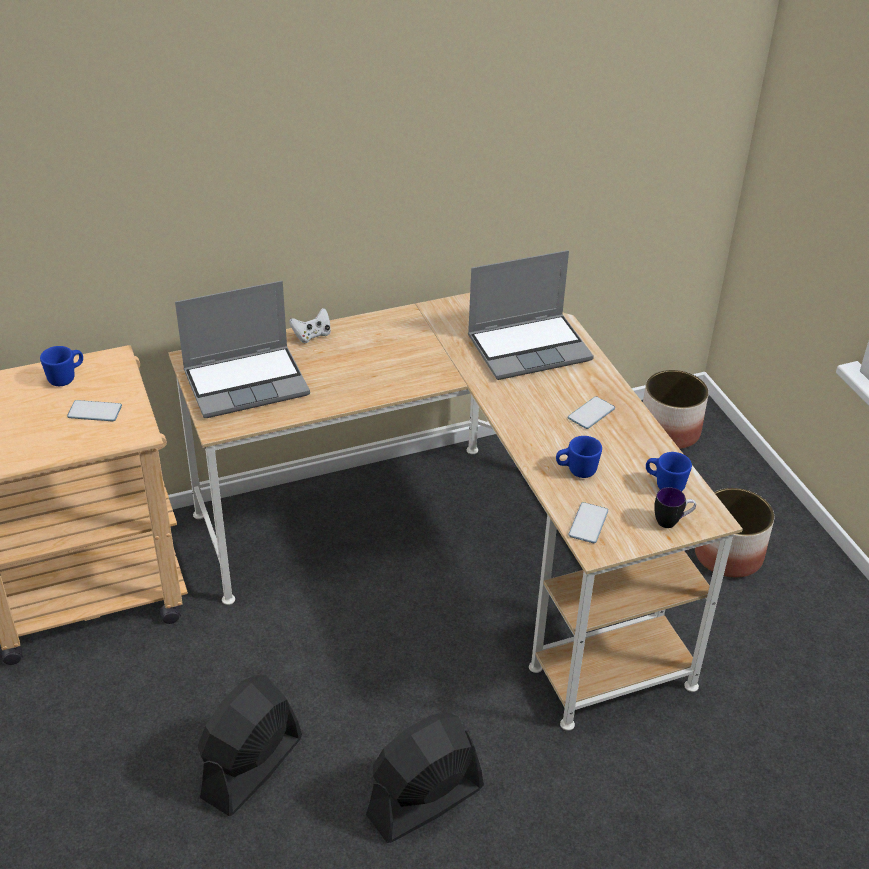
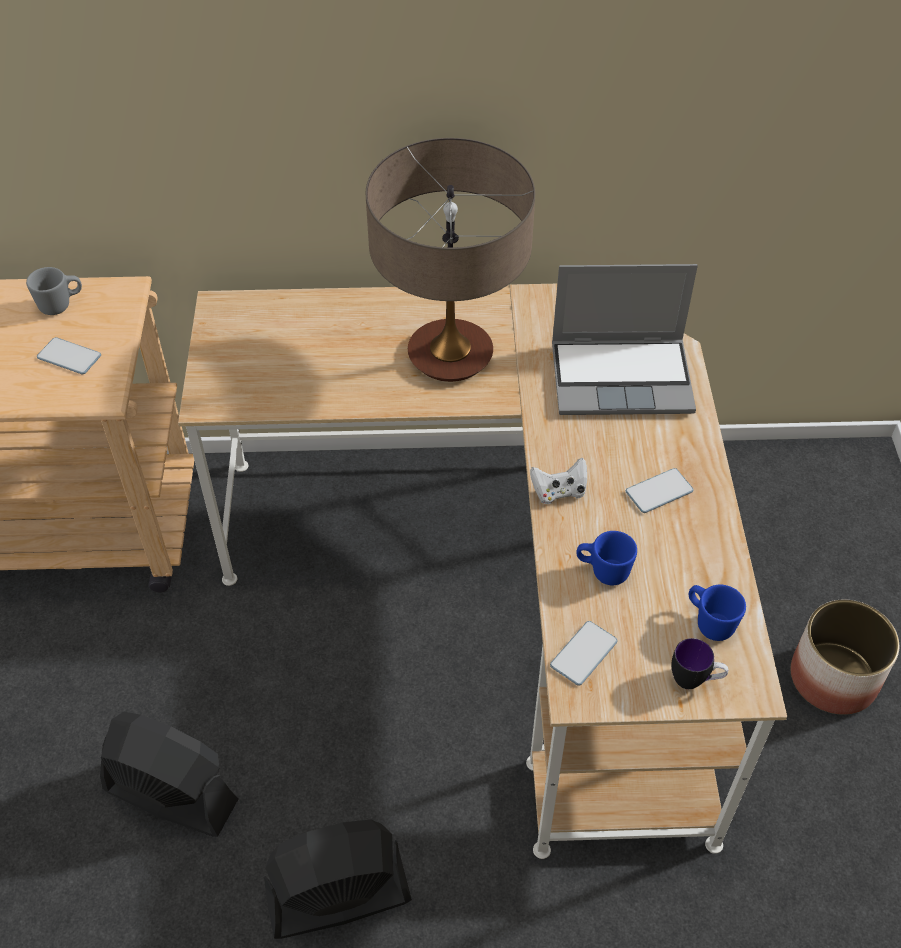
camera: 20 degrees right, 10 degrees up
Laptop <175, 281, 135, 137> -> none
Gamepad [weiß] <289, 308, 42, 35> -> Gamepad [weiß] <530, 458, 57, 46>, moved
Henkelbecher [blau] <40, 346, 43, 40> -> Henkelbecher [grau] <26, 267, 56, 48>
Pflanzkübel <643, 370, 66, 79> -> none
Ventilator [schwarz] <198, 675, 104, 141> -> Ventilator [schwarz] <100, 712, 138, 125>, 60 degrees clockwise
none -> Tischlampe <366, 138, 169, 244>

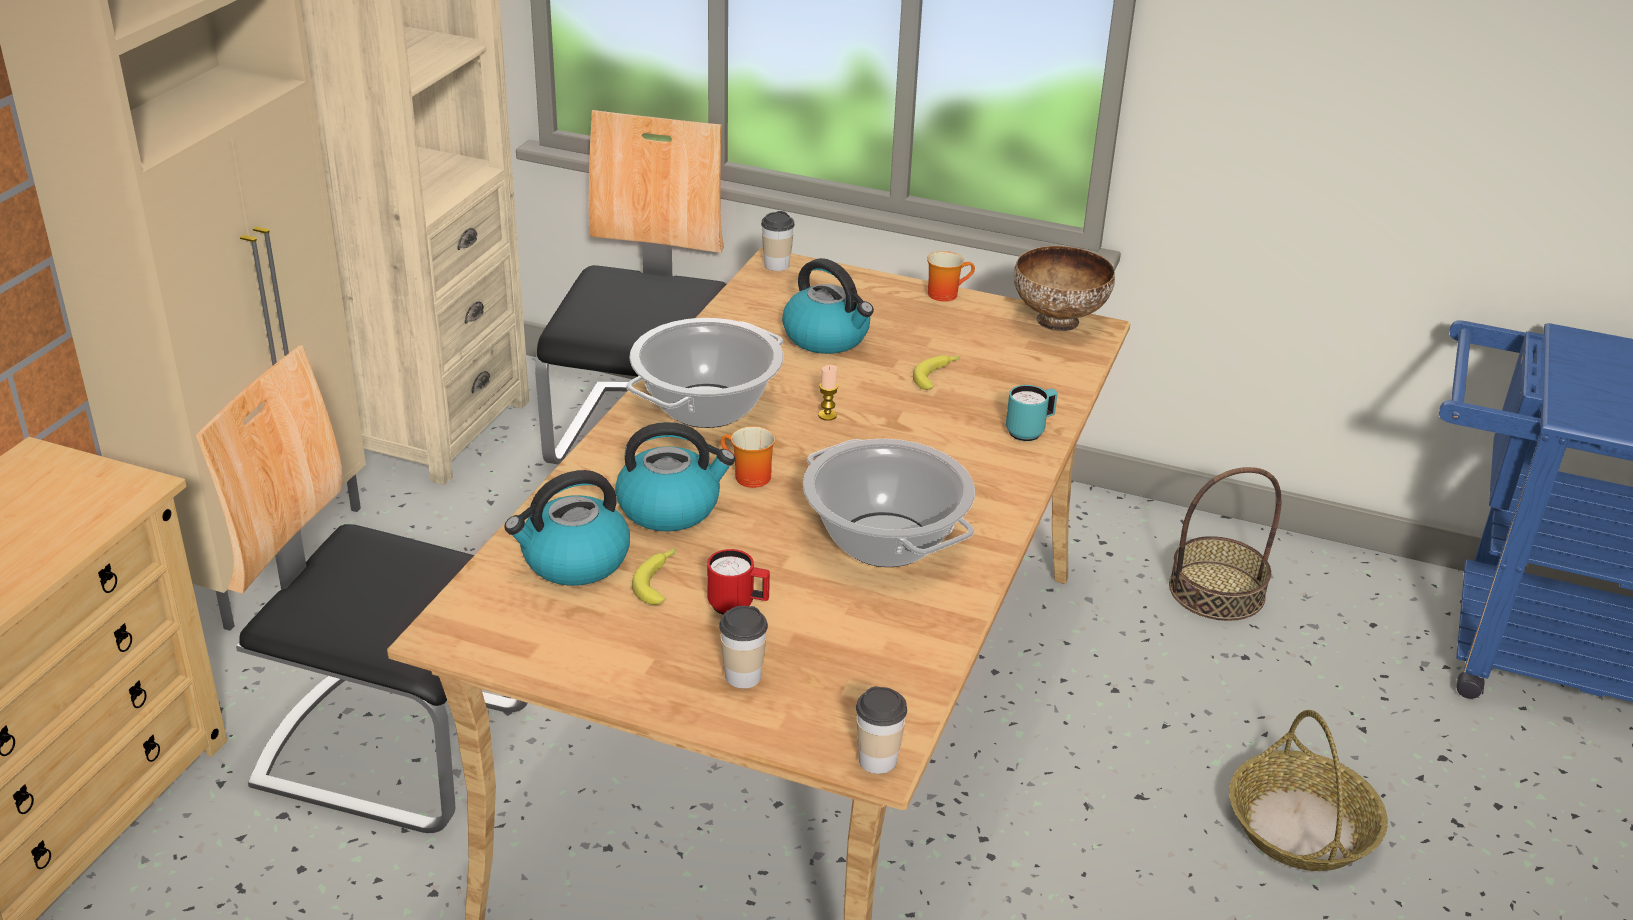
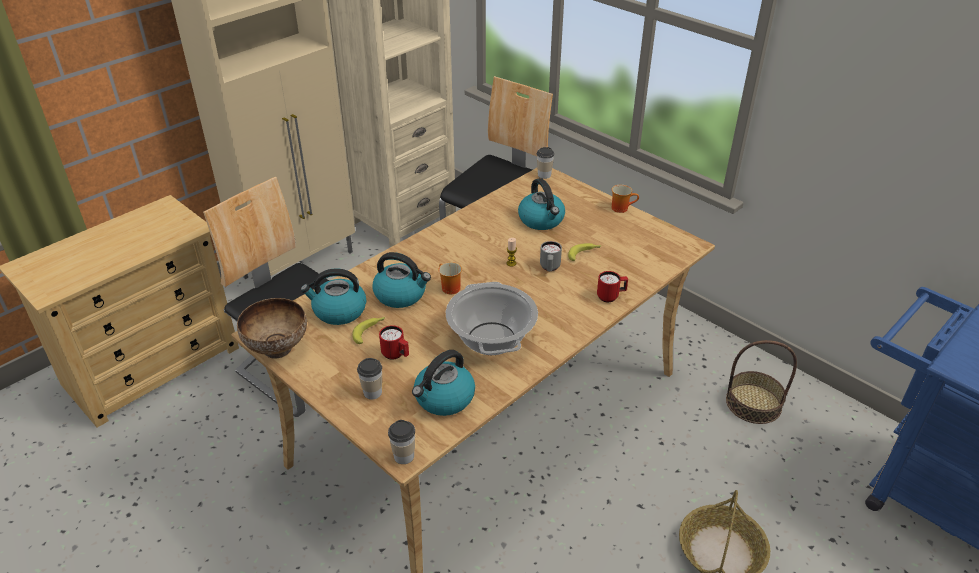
camera: 25 degrees right, 5 degrees up
Schüssel <1014, 246, 101, 85> -> Schüssel <237, 298, 70, 61>, moved
Kochtopf <626, 318, 157, 110> -> none
Henkelbecher [türkis] <1006, 385, 52, 56> -> Henkelbecher [rot] <597, 271, 31, 31>
none -> Henkelbecher [grau] <540, 241, 22, 30>
none -> Wasserkessel <412, 350, 63, 66>

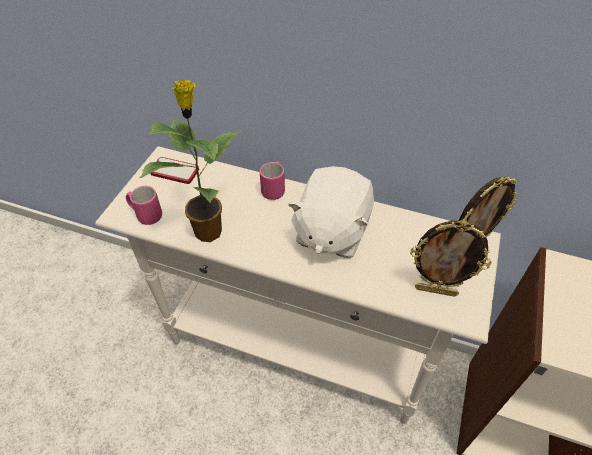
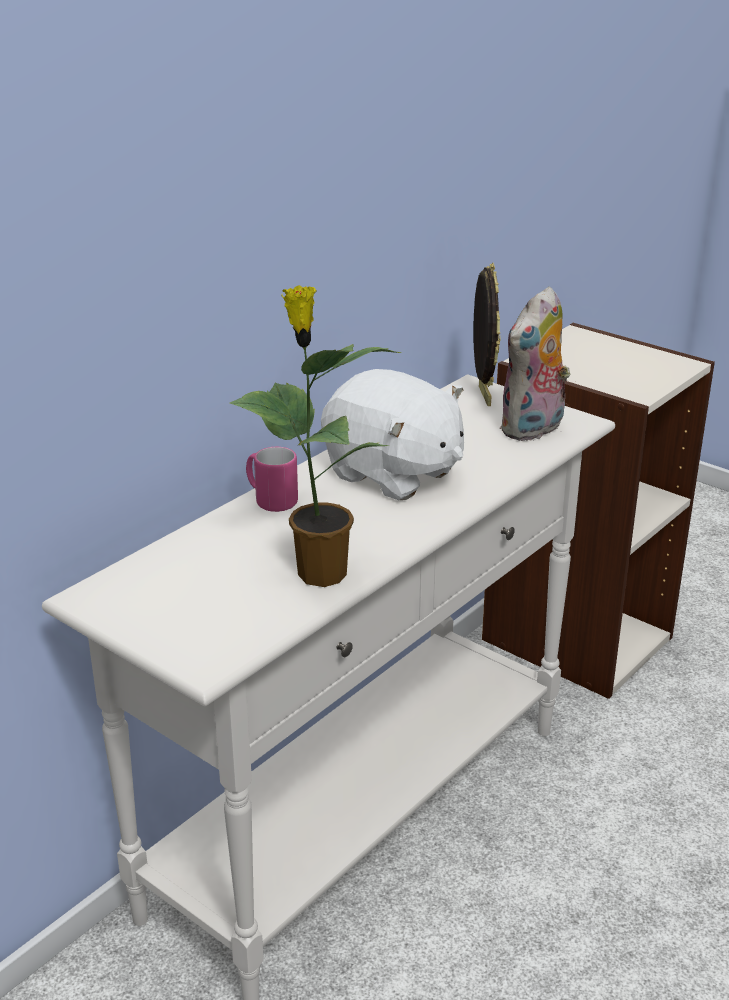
camera: 70 degrees left, 20 degrees down
Handy <150, 157, 49, 27> -> none
Henkelbecher [rosa] <126, 186, 36, 39> -> none
Bilderrahmen <410, 220, 82, 77> -> Plüschtier <499, 286, 71, 155>

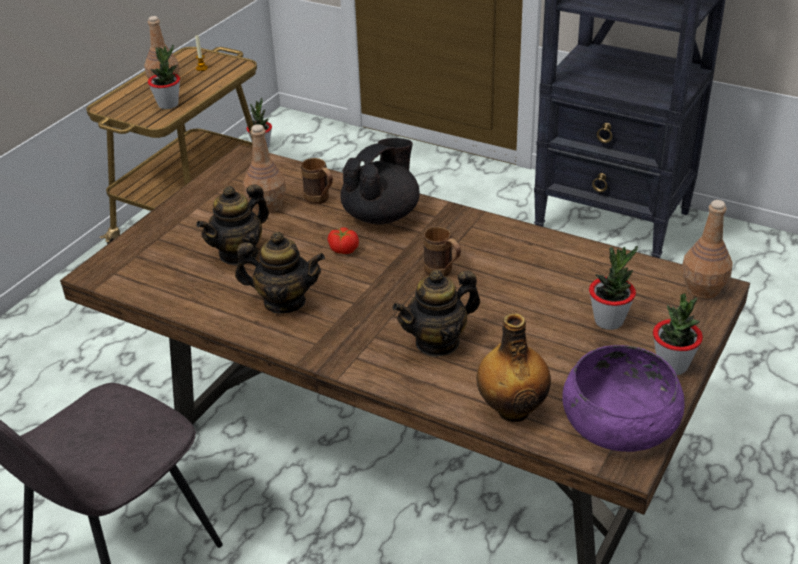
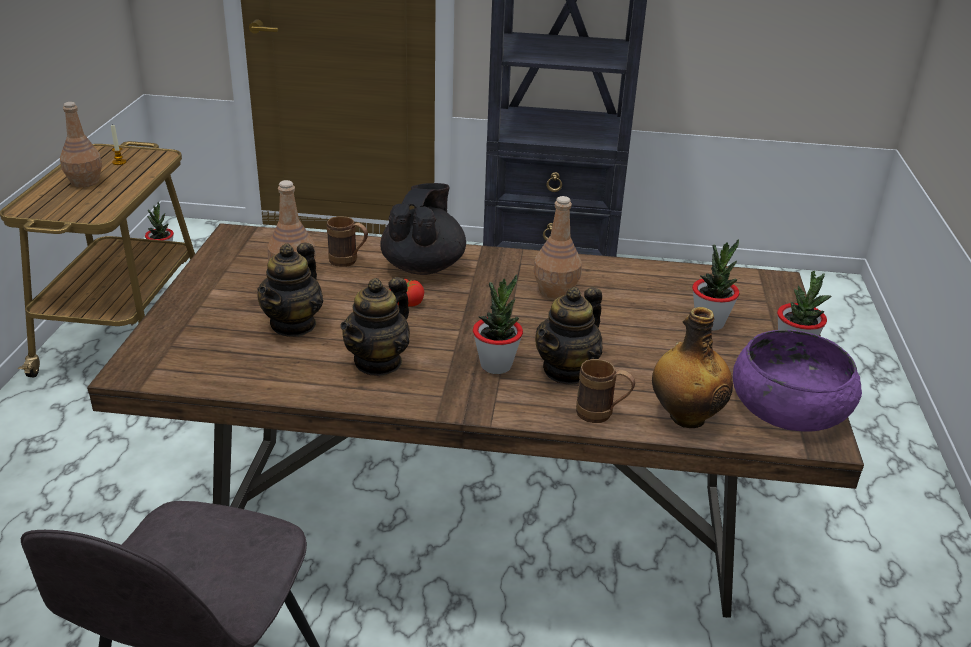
camera: 25 degrees left, 5 degrees down
Topfpflanze <148, 45, 32, 64> -> Topfpflanze <473, 275, 50, 99>, moved
Flasche [braun] <682, 200, 51, 99> -> Flasche [braun] <533, 196, 49, 103>, moved
Henkelbecher [braun] <423, 227, 38, 49> -> Henkelbecher [braun] <576, 359, 59, 64>, moved
Teekanne <235, 232, 90, 82> -> Teekanne <340, 277, 70, 99>, 135 degrees clockwise

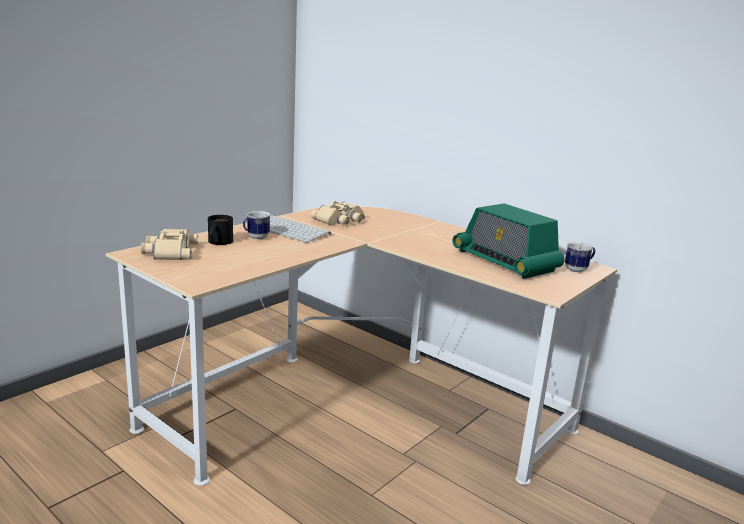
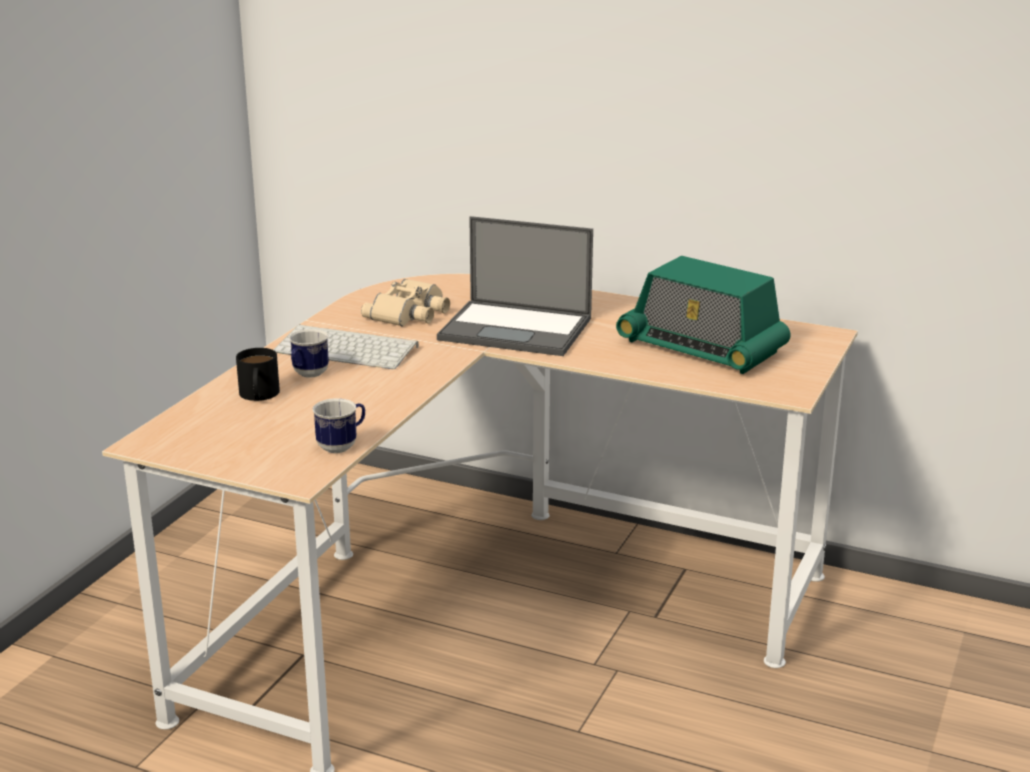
camera: 15 degrees left, 5 degrees up
Fernglas [beige] <141, 229, 58, 31> -> none
Henkelbecher <565, 242, 30, 31> -> Henkelbecher <313, 398, 52, 55>, moved
none -> Laptop <437, 216, 156, 140>

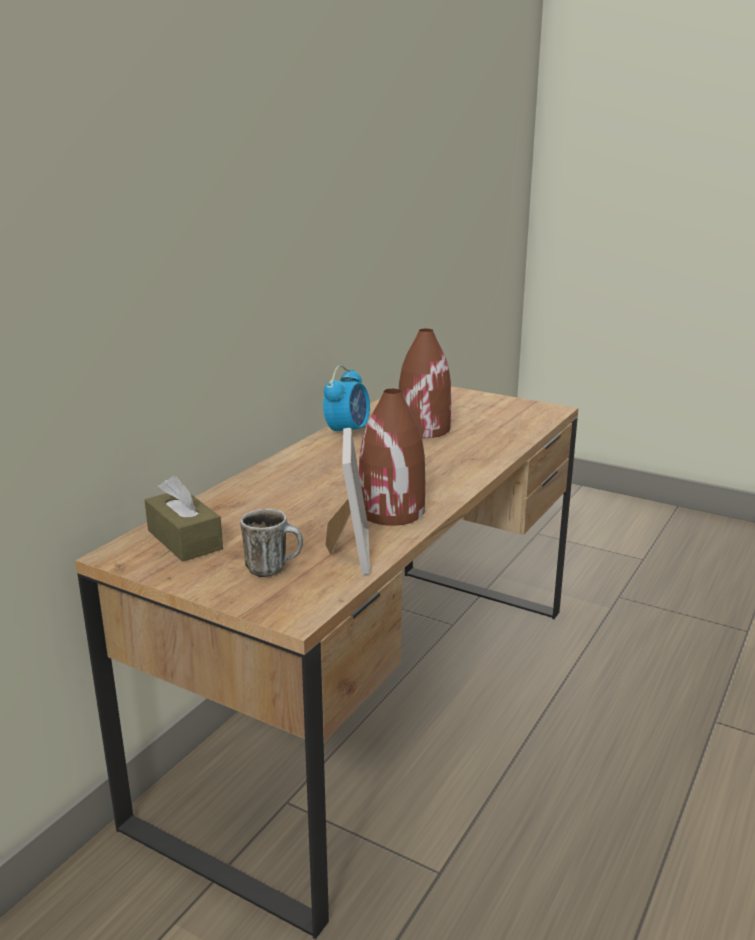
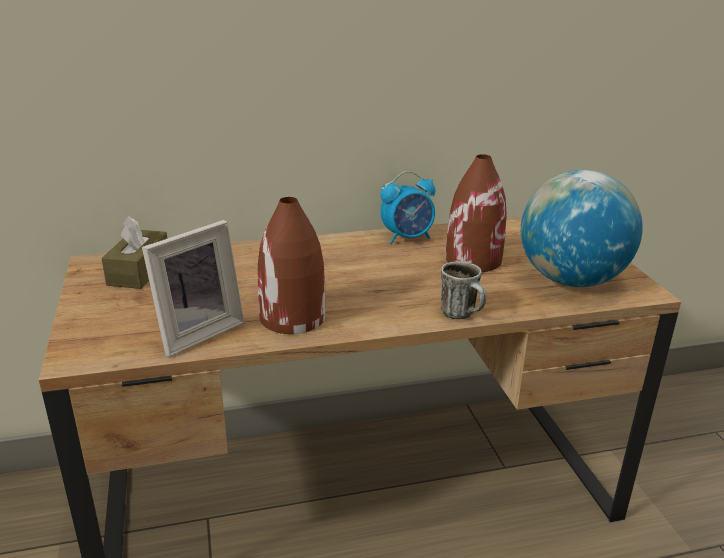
camera: 45 degrees right, 5 degrees up
Henkelbecher <240, 509, 63, 68> -> Henkelbecher <440, 261, 47, 58>, moved
none -> Globus <521, 170, 122, 117>

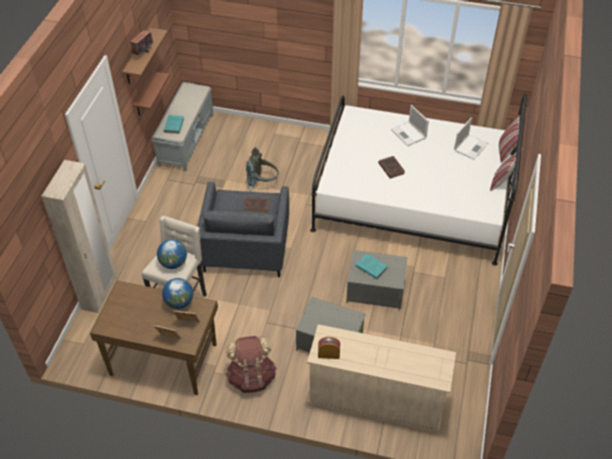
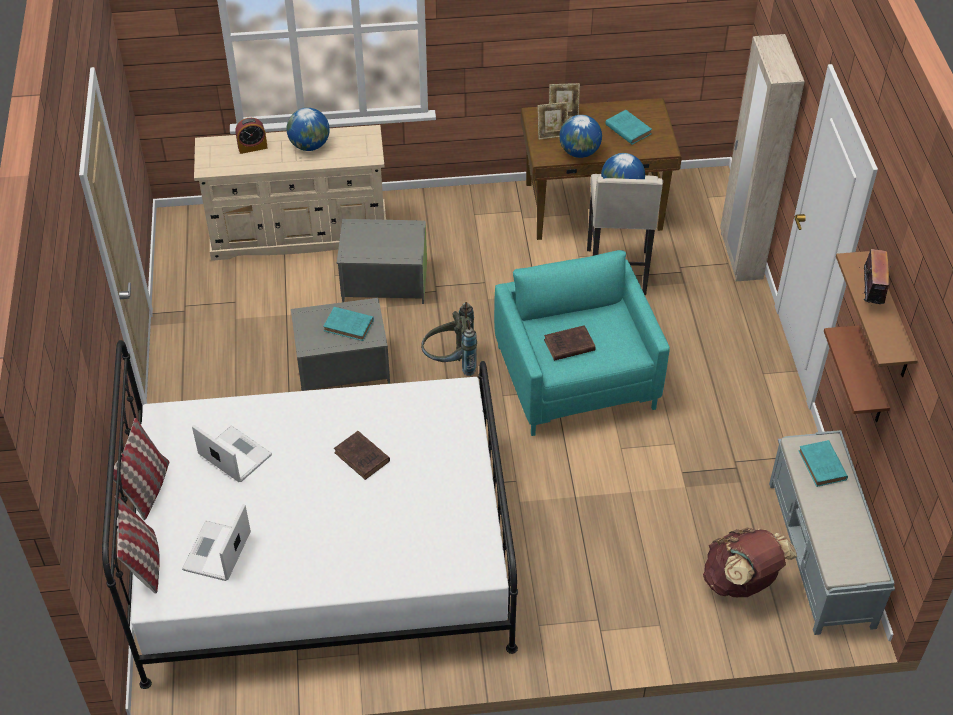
camera: 160 degrees right, 0 degrees up
Laptop <391, 105, 38, 41> -> Laptop <192, 425, 80, 57>, moved
Rucksack [grau] <246, 147, 33, 42> -> Rucksack [grau] <421, 302, 56, 74>, moved
Sessel [grau] <197, 182, 92, 95> -> Sessel [türkis] <494, 250, 176, 186>
Rucksack [braun] <225, 336, 51, 57> -> Rucksack [braun] <703, 528, 94, 69>, moved
Wecker <318, 337, 22, 22> -> Wecker <235, 118, 33, 36>, moved
none -> Globus <287, 108, 43, 43>
none -> Buch [türkis] <605, 110, 47, 35>

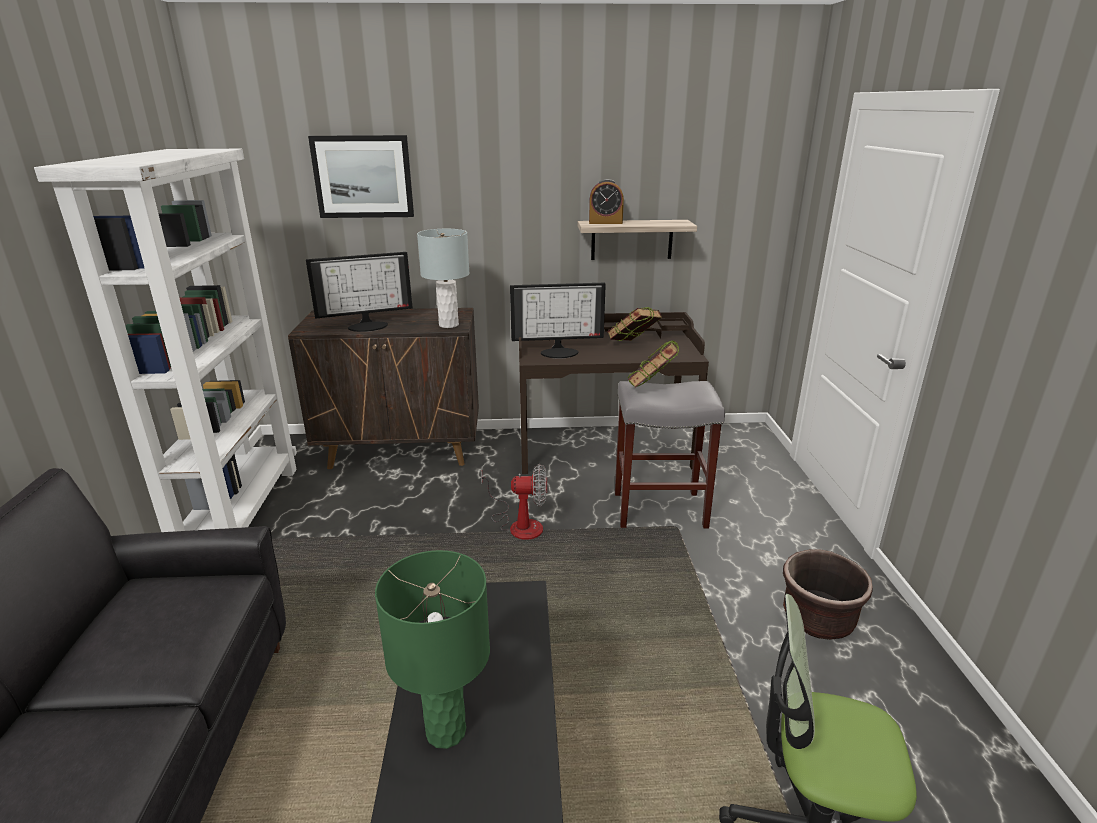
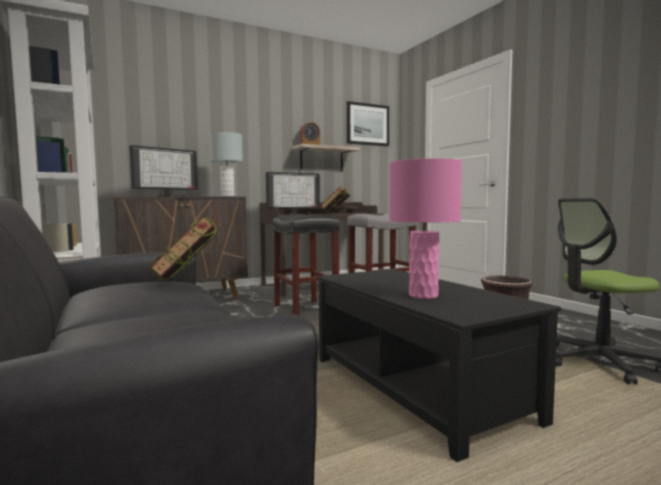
camera: 25 degrees left, 20 degrees down
Bild <308, 135, 106, 83> -> Bild <347, 101, 42, 45>, moved
Buch <627, 340, 52, 47> -> Buch <150, 216, 66, 65>, moved
Ventilator <481, 464, 66, 76> -> Hocker [schwarz] <272, 215, 68, 100>
Tischlampe [grün] <375, 550, 115, 199> -> Tischlampe [rosa] <389, 158, 73, 141>

